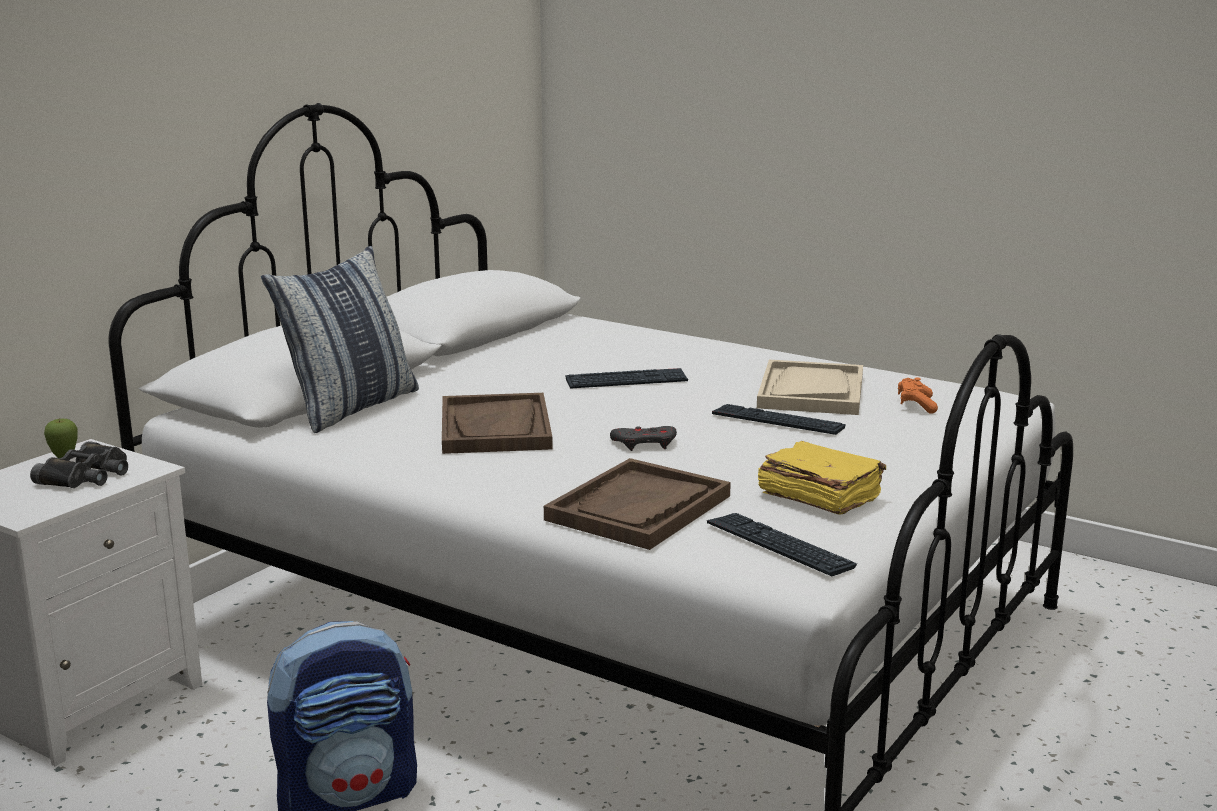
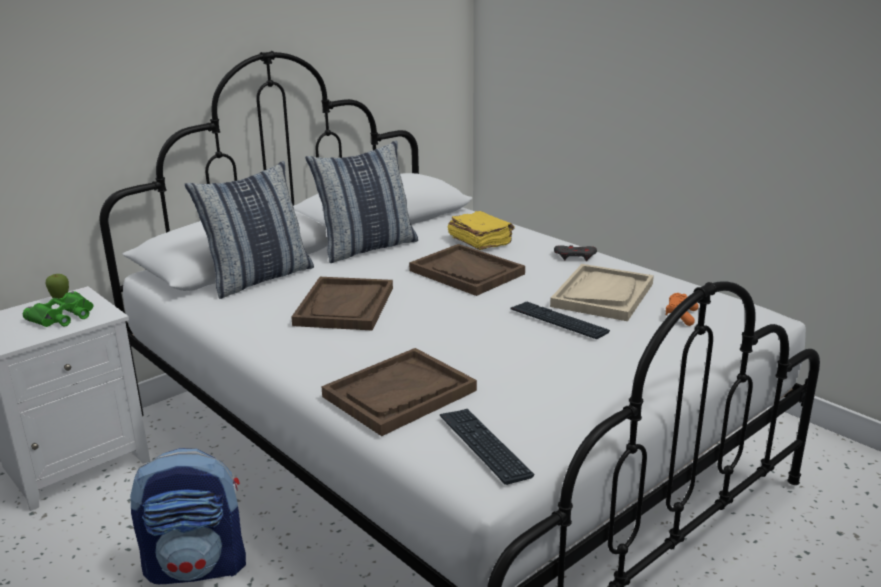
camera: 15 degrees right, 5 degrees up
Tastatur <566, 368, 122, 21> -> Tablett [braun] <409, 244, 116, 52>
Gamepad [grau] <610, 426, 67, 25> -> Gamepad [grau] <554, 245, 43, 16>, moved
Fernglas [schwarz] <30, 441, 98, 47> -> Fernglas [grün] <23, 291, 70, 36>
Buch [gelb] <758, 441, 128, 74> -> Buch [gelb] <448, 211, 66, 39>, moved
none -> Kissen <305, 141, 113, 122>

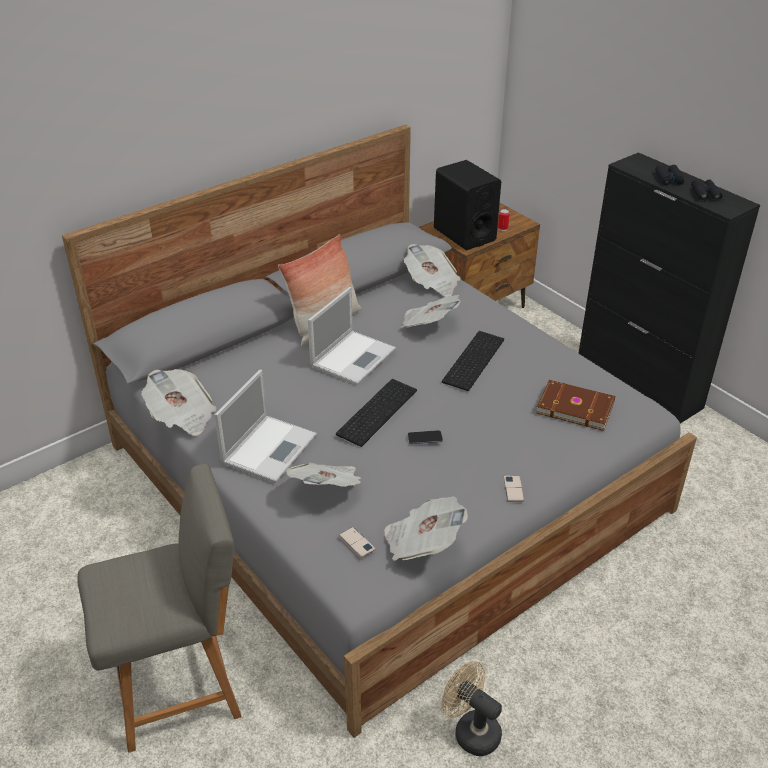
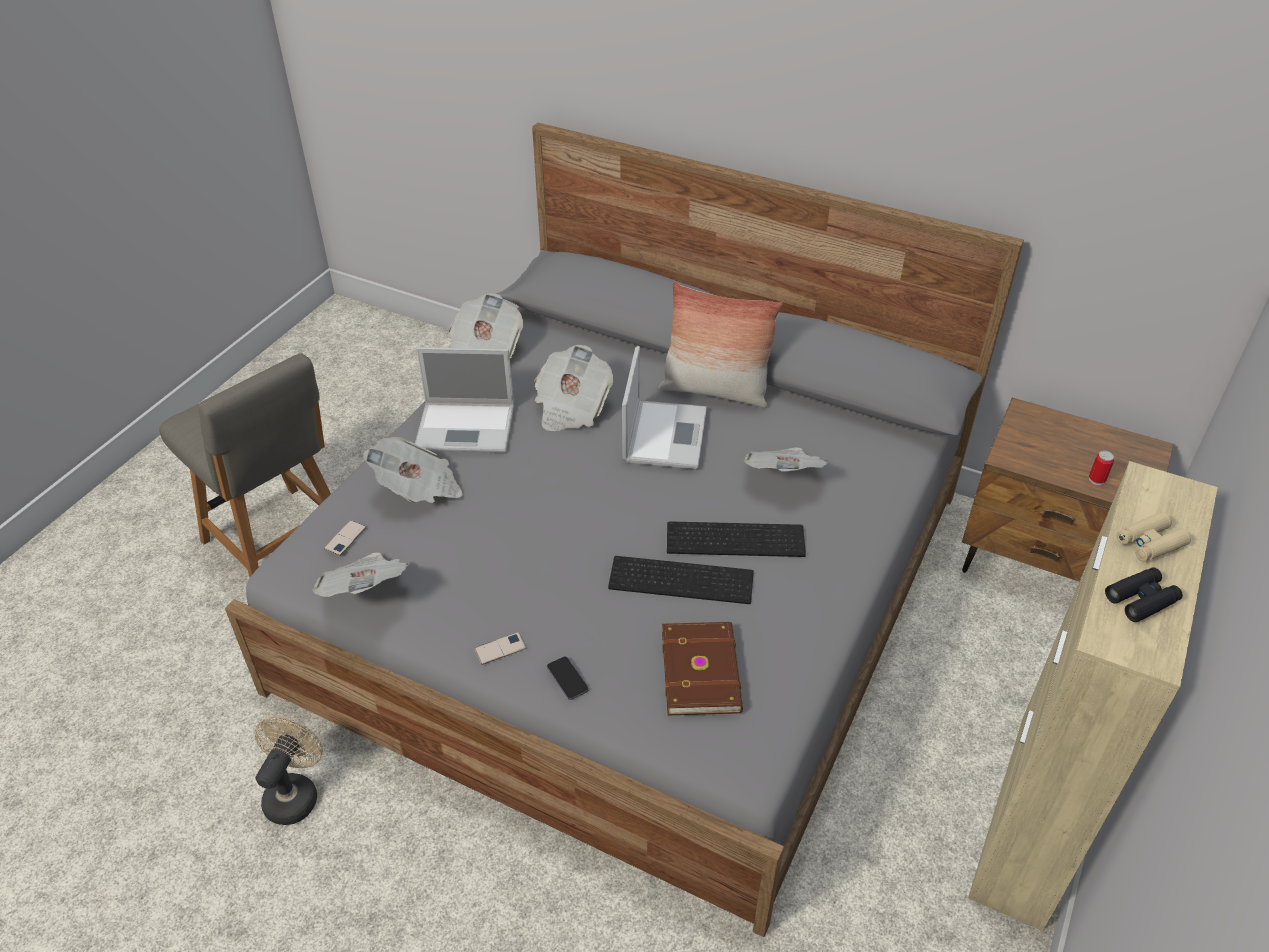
camera: 65 degrees right, 5 degrees up
Schrank [schwarz] <578, 152, 182, 271> -> Schrank [beige] <968, 461, 250, 470>
Lautsprecher [schwarz] <434, 160, 67, 90> -> none
Fernglas [schwarz] <655, 165, 29, 21> -> Fernglas [beige] <1117, 512, 74, 50>
Zeitung <404, 244, 57, 53> -> Zeitung <534, 345, 79, 86>, moved
Laptop <308, 287, 88, 98> -> Laptop <622, 346, 85, 123>, 90 degrees counterclockwise
Tastatur <336, 379, 81, 68> -> Tastatur <608, 556, 146, 48>, moved
Handy <408, 430, 35, 14> -> Handy <547, 656, 42, 44>, moved

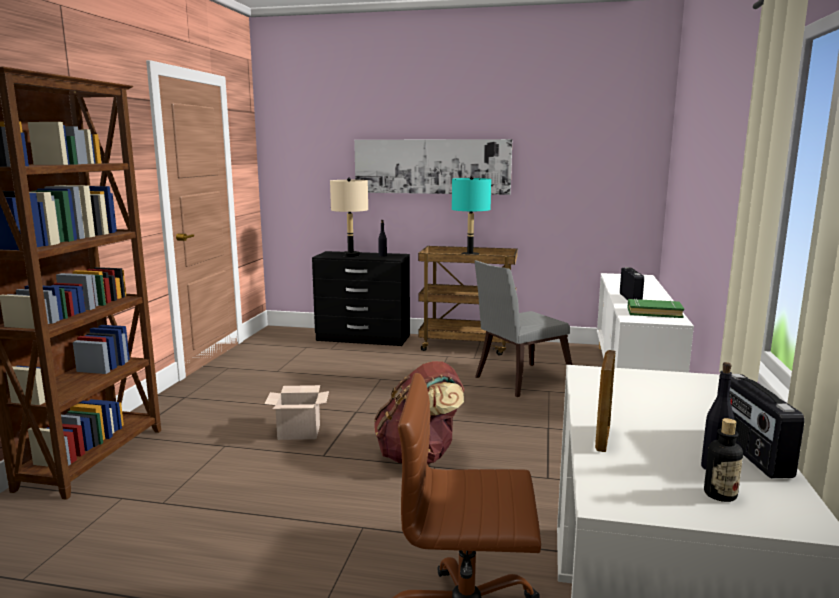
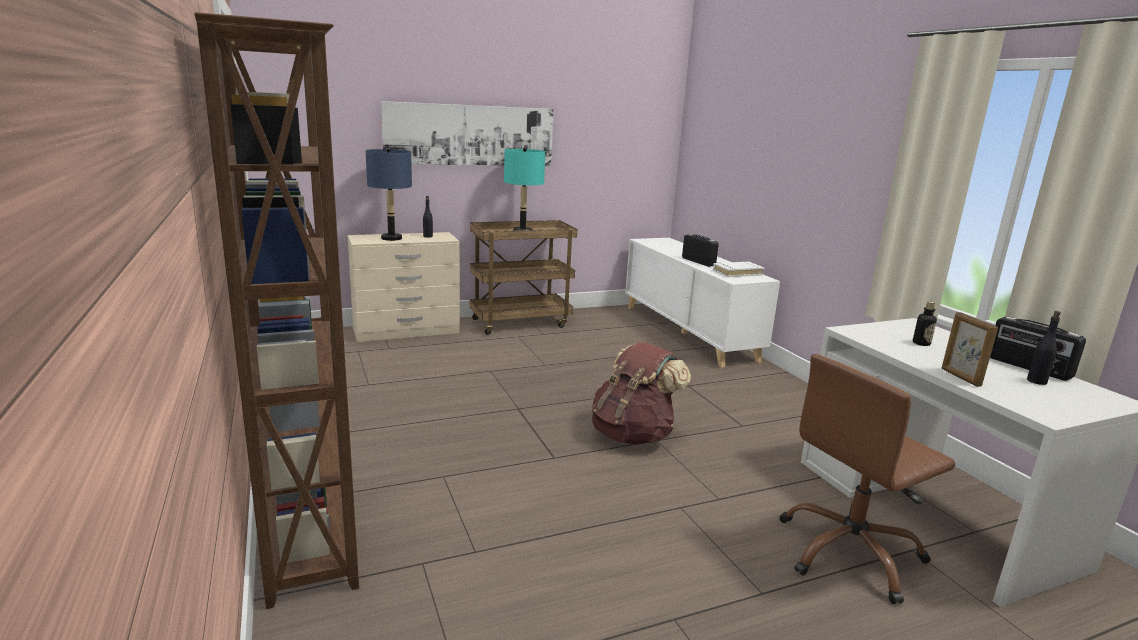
camera: 35 degrees left, 5 degrees up
Tischlampe [beige] <330, 177, 38, 80> -> Tischlampe [blau] <366, 147, 46, 94>
Kommode [schwarz] <312, 251, 98, 95> -> Kommode [beige] <348, 232, 112, 110>
Stuhl [grau] <474, 261, 98, 136> -> none
Buch [grün] <627, 299, 57, 19> -> Buch [weiß] <713, 261, 51, 16>
Karton <265, 385, 64, 55> -> none
Flasche <704, 418, 39, 84> -> Flasche <913, 301, 24, 45>, moved

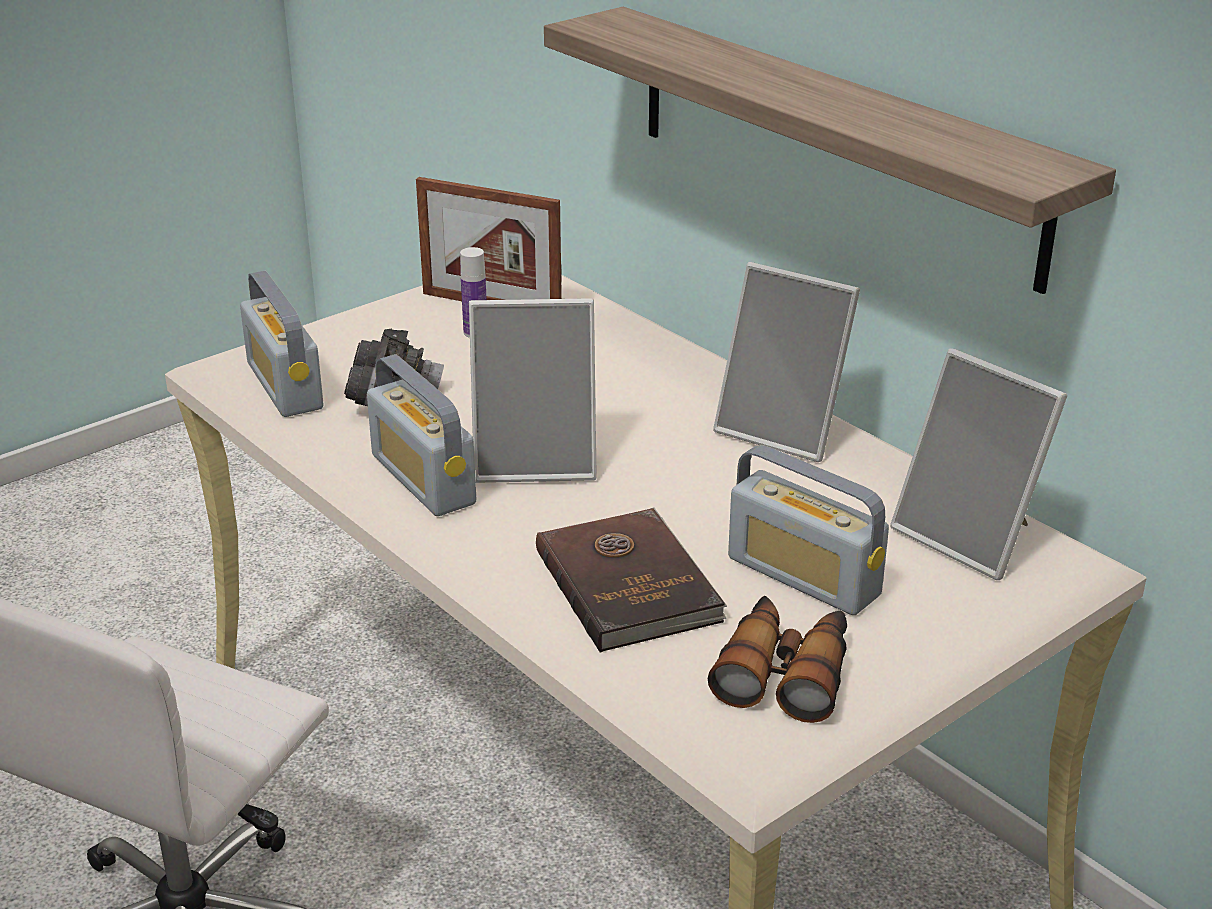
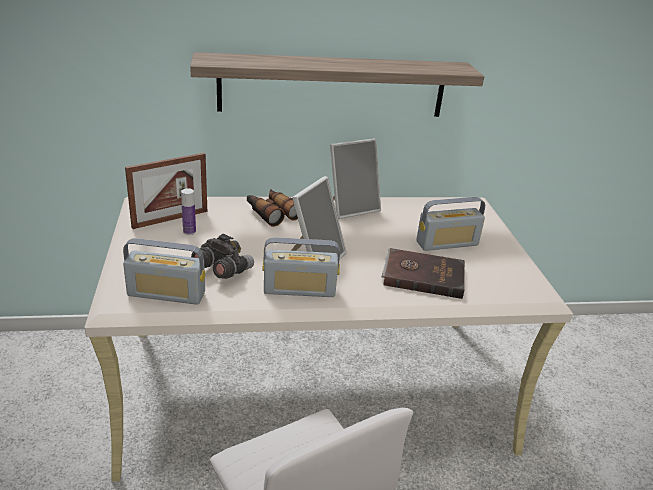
camera: 60 degrees left, 0 degrees up
Bilderrahmen <890, 348, 177, 232> -> none
Fernglas <707, 596, 140, 127> -> Fernglas <247, 189, 51, 38>, moved

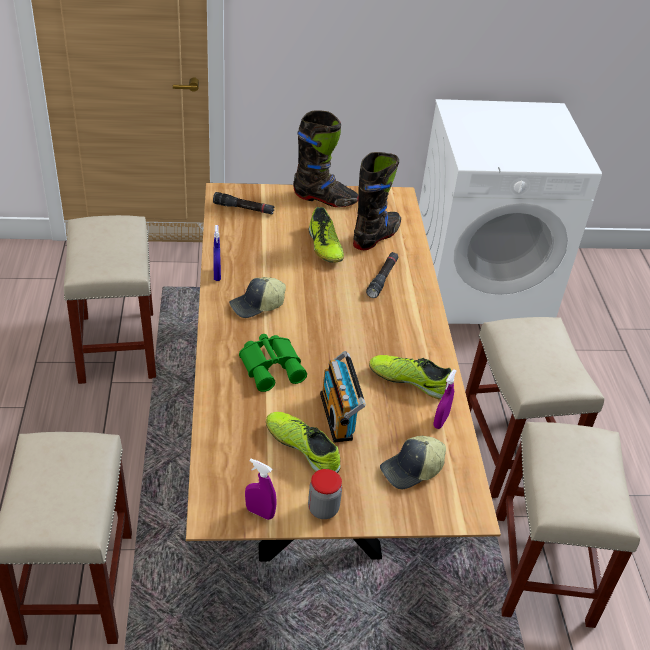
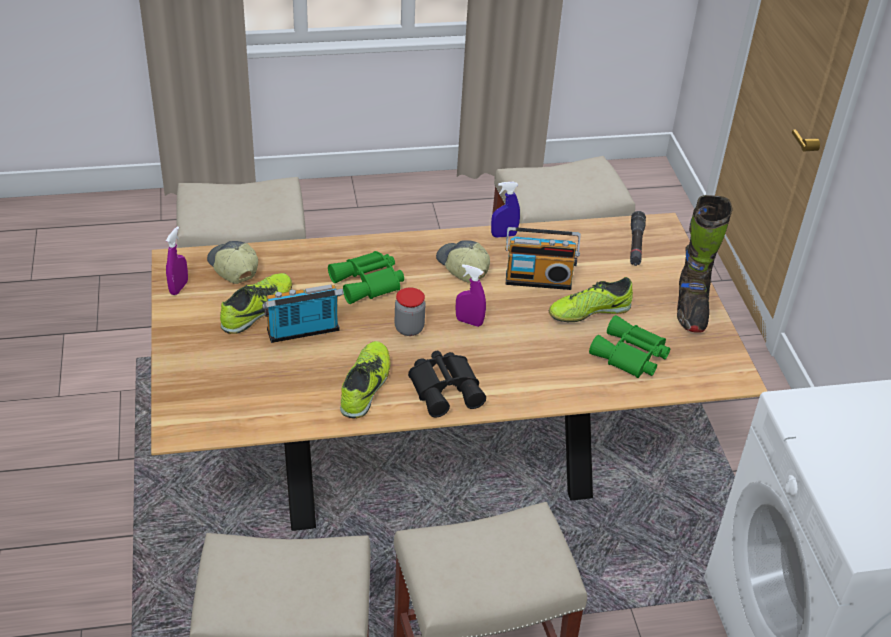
camera: 85 degrees right, 0 degrees up
Stiefel [schwarz] <353, 152, 48, 98> -> Fernglas [grün] <589, 315, 81, 63>
Taschenlampe [schwarz] <366, 252, 33, 46> -> none
Sprühflasche [lila] <433, 369, 24, 60> -> Sprühflasche [lila] <456, 264, 30, 63>, moved
Kappe <380, 436, 66, 53> -> Kappe <207, 241, 51, 43>, moved
Vorratsglas <308, 469, 34, 50> -> Vorratsglas <395, 288, 30, 48>, moved
none -> Radio <505, 227, 76, 63>
none -> Fernglas [schwarz] <408, 351, 78, 66>

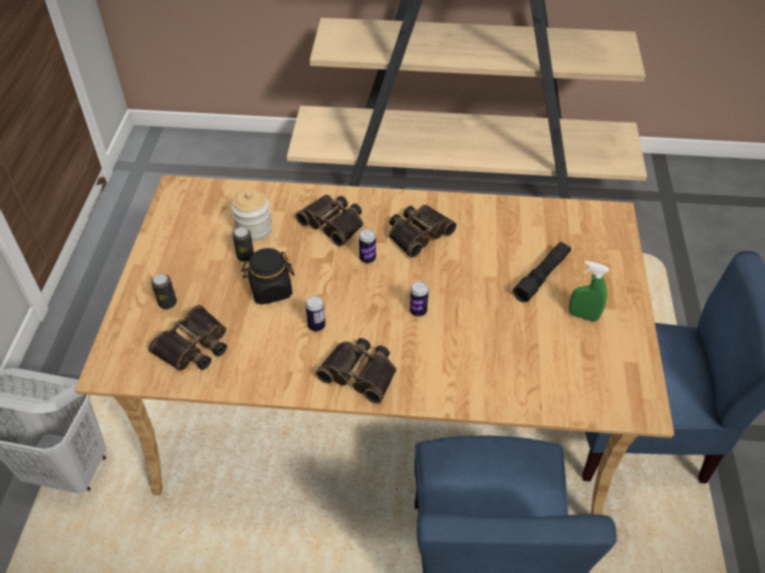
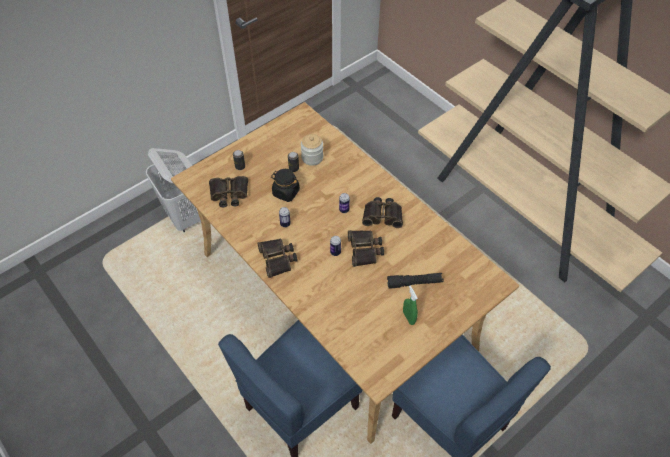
camera: 45 degrees right, 5 degrees up
Fernglas <296, 195, 67, 52> -> Fernglas <348, 230, 36, 37>, moved

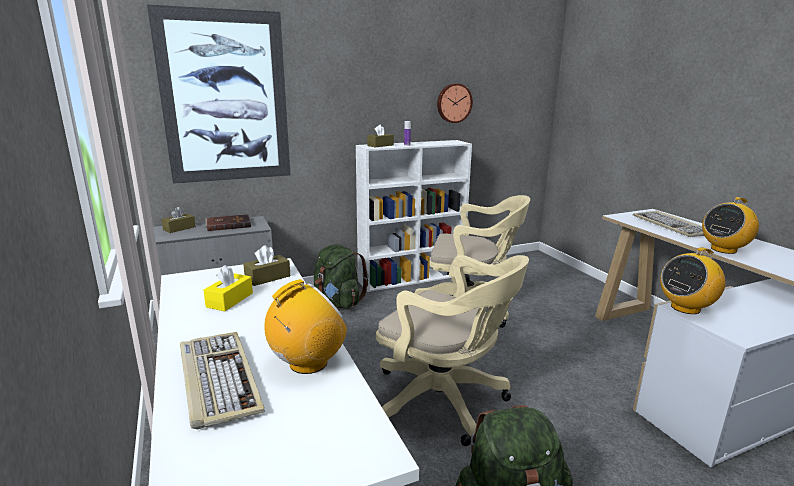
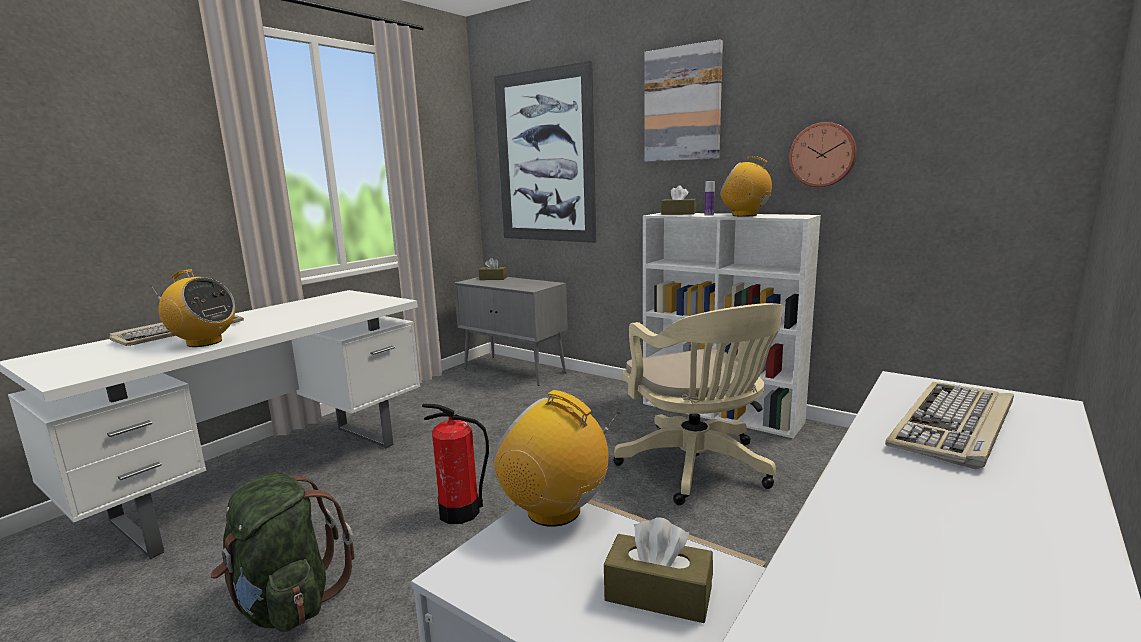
camera: 60 degrees right, 5 degrees down
Radio <702, 197, 57, 57> -> Radio <720, 156, 57, 60>, moved
Buch [braun] <205, 214, 46, 17> -> none
Rucksack [grün] <314, 244, 55, 64> -> none
Taschentuchbox [braun] <243, 245, 47, 41> -> Taschentuchbox [braun] <604, 517, 109, 106>, moved
Bürostuhl [beige] <376, 255, 153, 191> -> Feuerlöscher <422, 404, 67, 120>
Taschentuchbox [gelb] <204, 265, 49, 46> -> none
none -> Bild <644, 39, 79, 123>

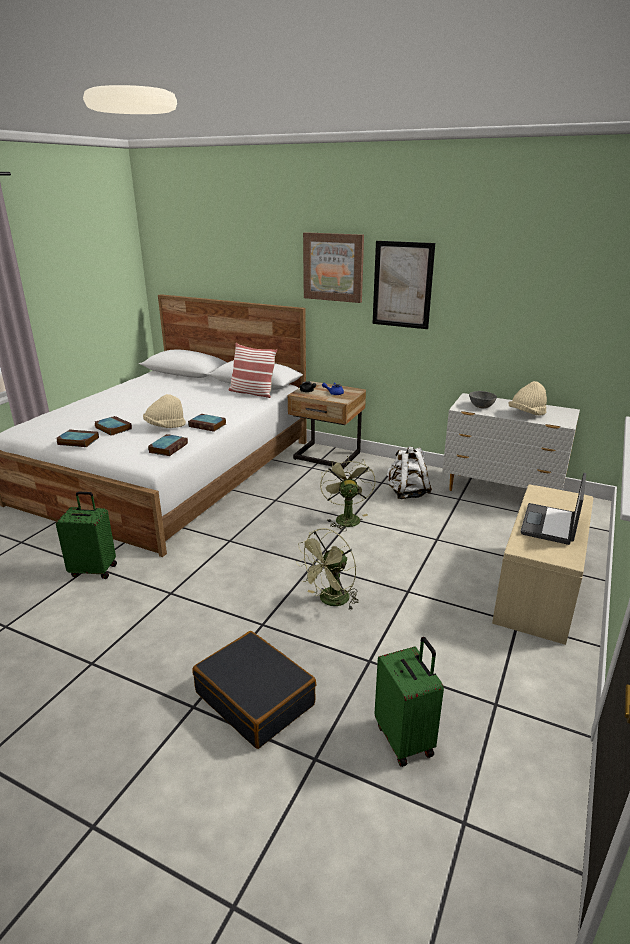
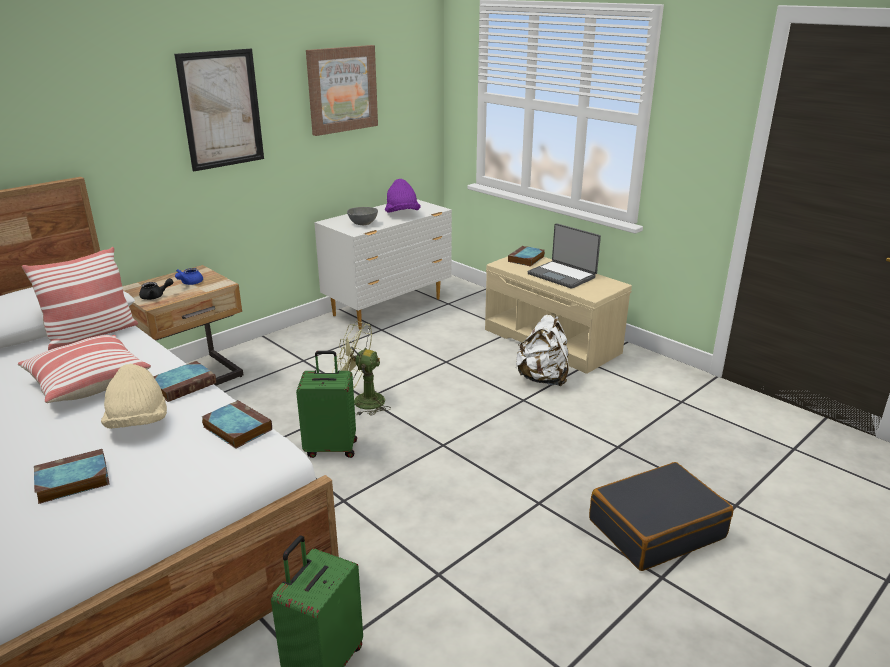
camera: 70 degrees left, 0 degrees up
Bild <303, 232, 61, 71> -> Bild <306, 45, 72, 91>, moved
Hut [beige] <508, 381, 39, 35> -> Hut [lila] <385, 179, 36, 33>
Buch <56, 429, 43, 18> -> Buch <508, 246, 37, 20>, moved
Rucksack [weiß] <387, 447, 45, 52> -> Rucksack [weiß] <516, 315, 53, 71>, moved
Ventilator [grün] <296, 528, 63, 81> -> none
Koffer [grün] <375, 637, 69, 130> -> Koffer [grün] <296, 351, 61, 107>, moved
none -> Kissen <18, 335, 133, 68>

